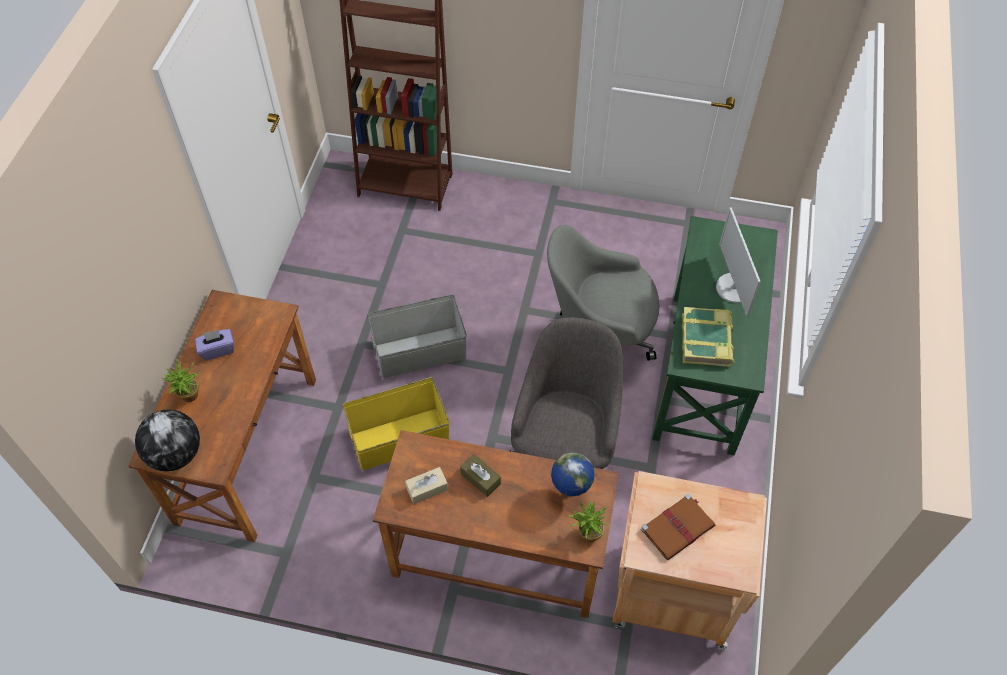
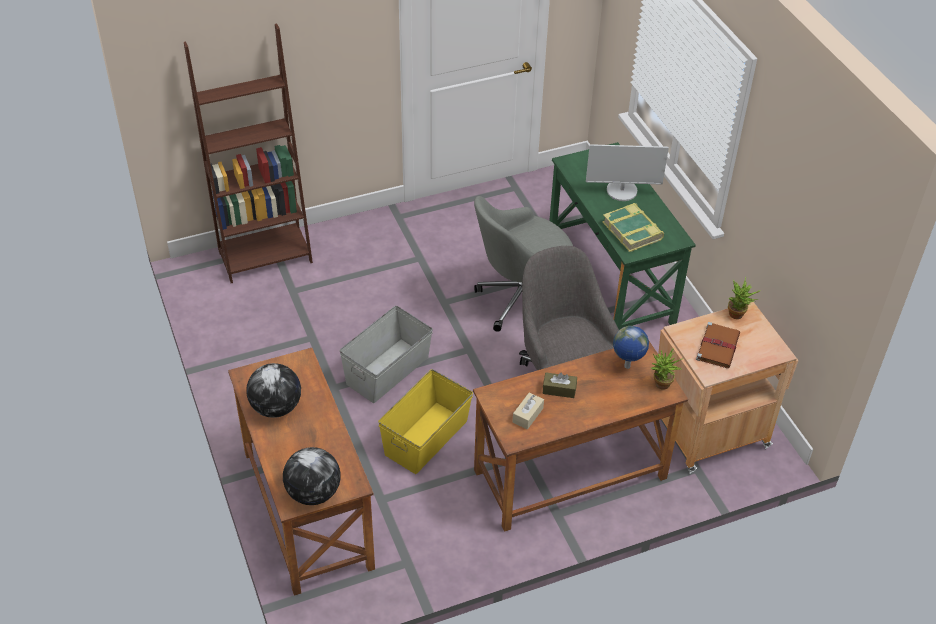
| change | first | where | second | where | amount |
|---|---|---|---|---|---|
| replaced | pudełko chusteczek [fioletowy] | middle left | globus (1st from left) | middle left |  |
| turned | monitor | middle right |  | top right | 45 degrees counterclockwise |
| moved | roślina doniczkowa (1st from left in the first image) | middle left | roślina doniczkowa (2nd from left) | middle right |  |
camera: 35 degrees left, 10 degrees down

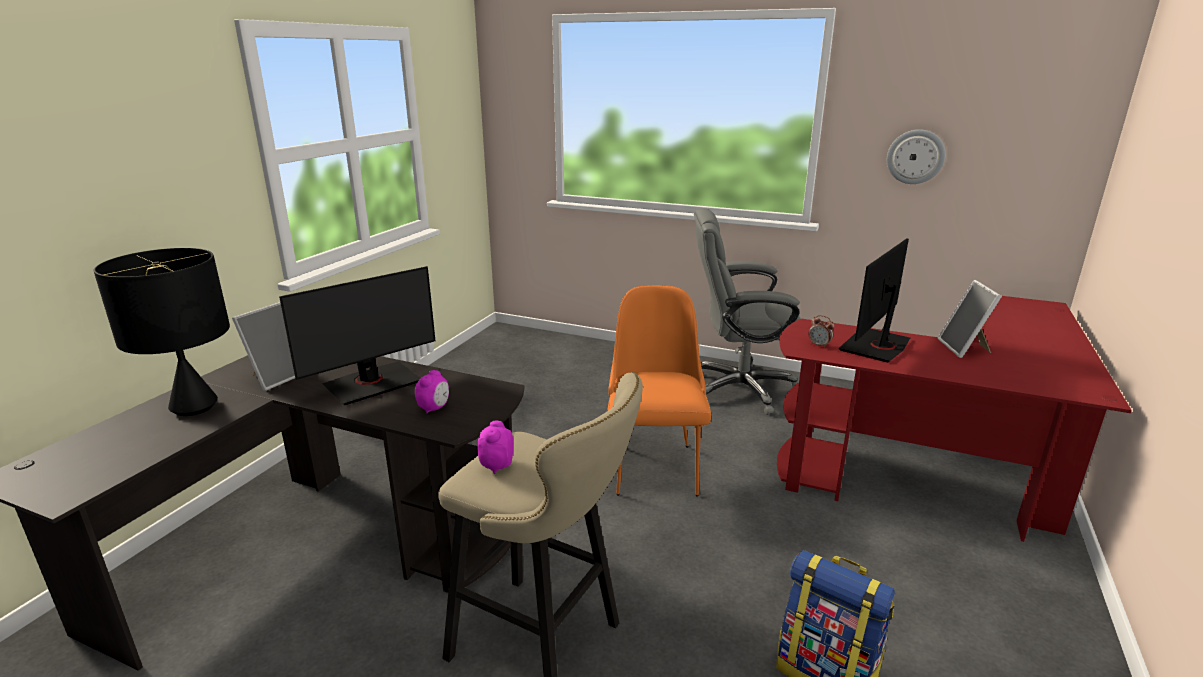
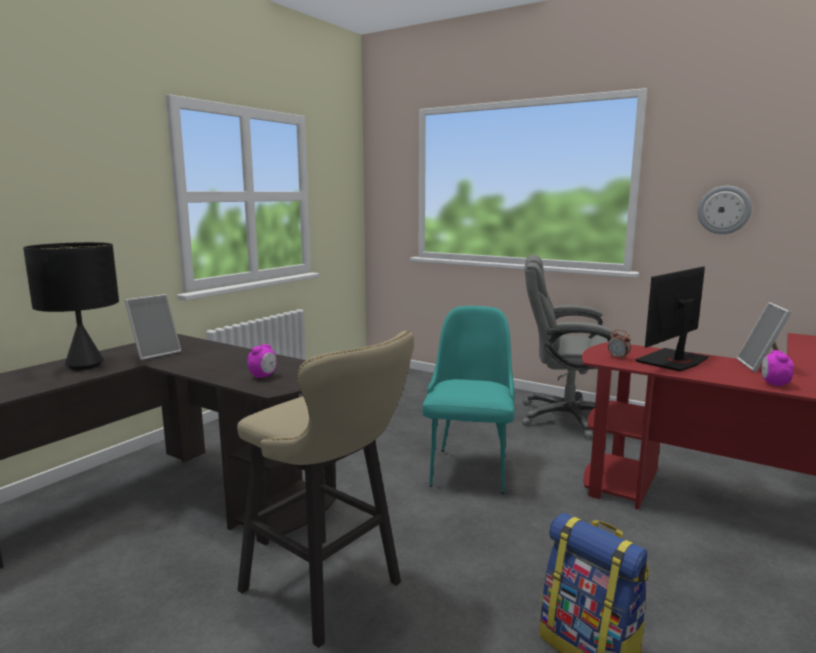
| change | first | where | second | where | amount |
|---|---|---|---|---|---|
| recoloured | krzesło [pomarańczowy] | centre | krzesło [turkusowy] | centre |  |
| moved | budzik (2nd from left in the first image) | centre | budzik (3rd from left) | middle right |  |
| removed | monitor (1st from left) | middle left |  |  |  |
camera: 10 degrees right, 10 degrees down

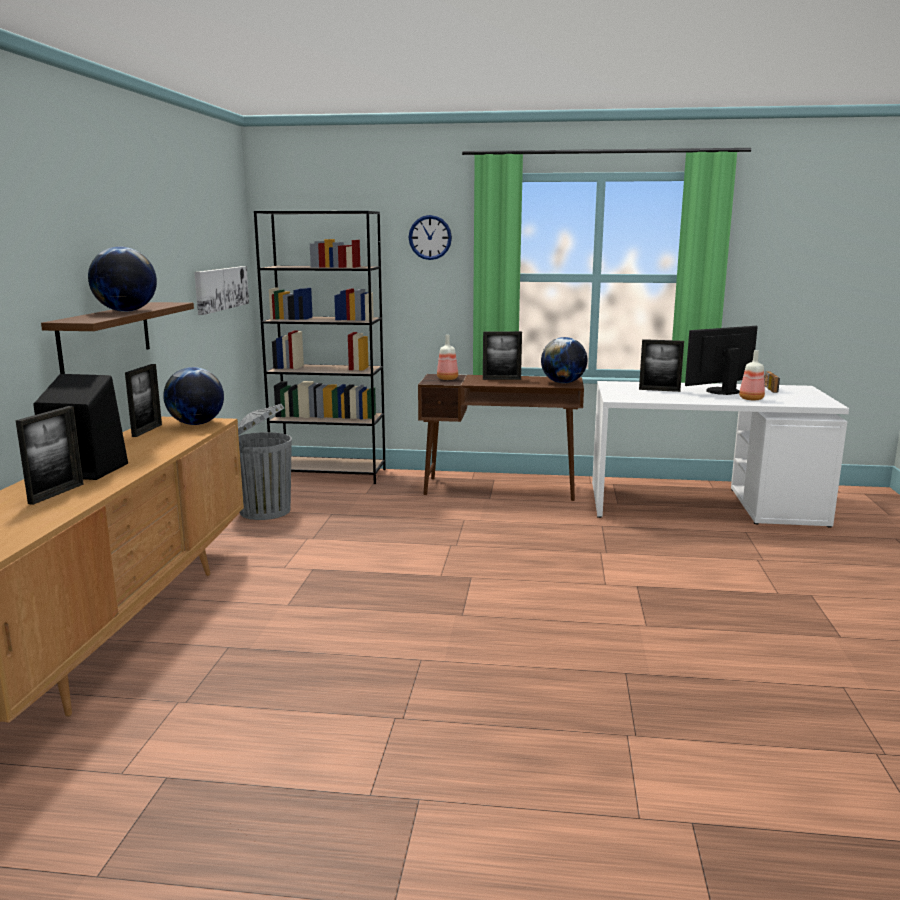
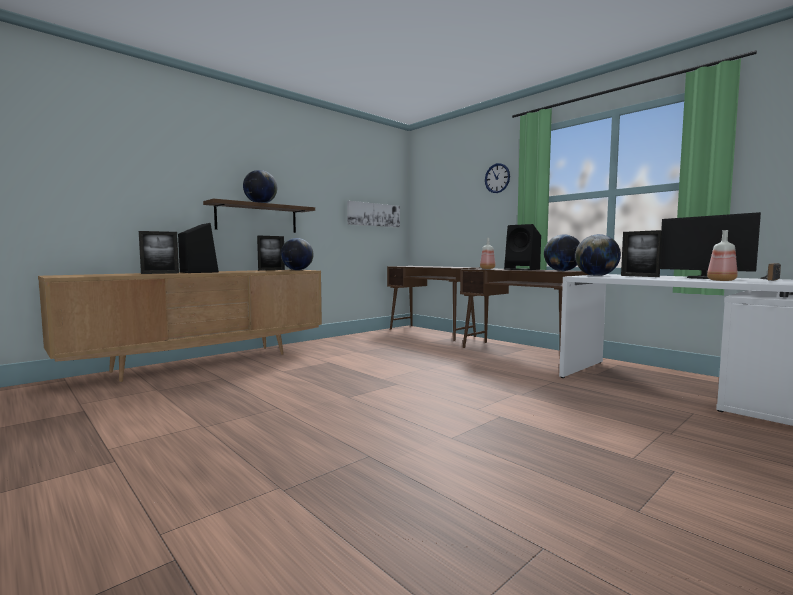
| change | first | where | second | where | amount |
|---|---|---|---|---|---|
| replaced | regał [beżowy] | centre | biurko [brązowy] (1st from left) | centre |  |
| replaced | ramka na zdjęcie (3rd from left) | centre | głośnik [czarny] (2nd from left) | centre |  |
| added |  |  | globus (4th from left) | middle right |  |
| turned | monitor | middle right |  | middle right | 135 degrees counterclockwise |
| removed | kosz na śmieci [szary] | middle left |  |  |  |
camera: 40 degrees right, 10 degrees down

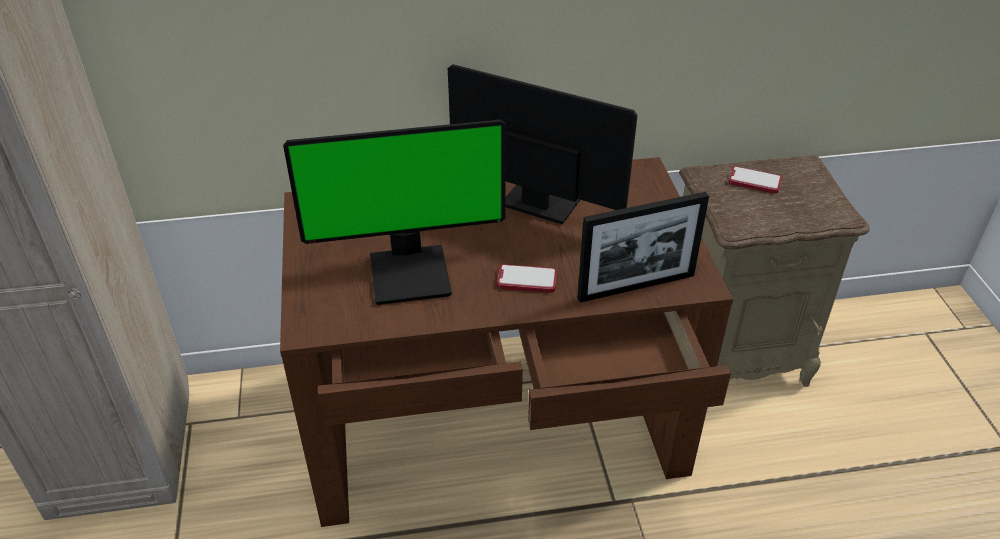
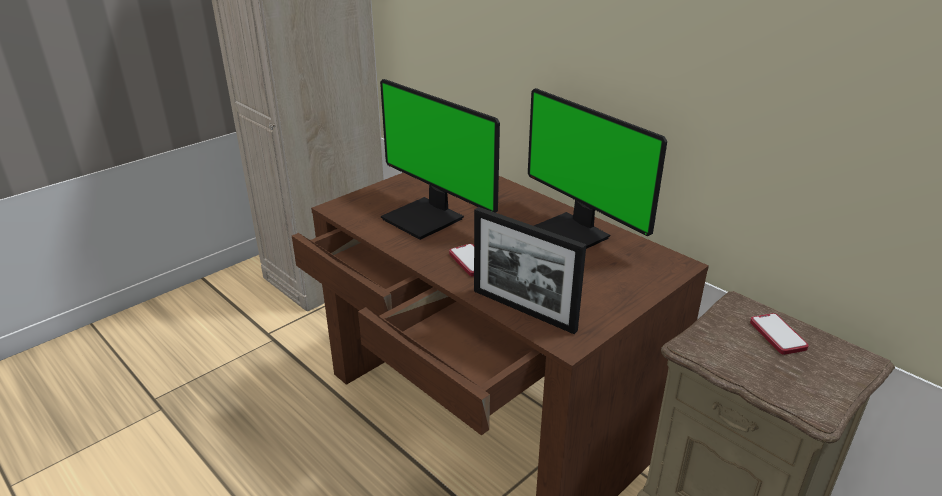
| change | first | where | second | where | amount |
|---|---|---|---|---|---|
| turned | monitor (2nd from left) | top centre |  | centre | 150 degrees clockwise |
camera: 55 degrees right, 10 degrees down

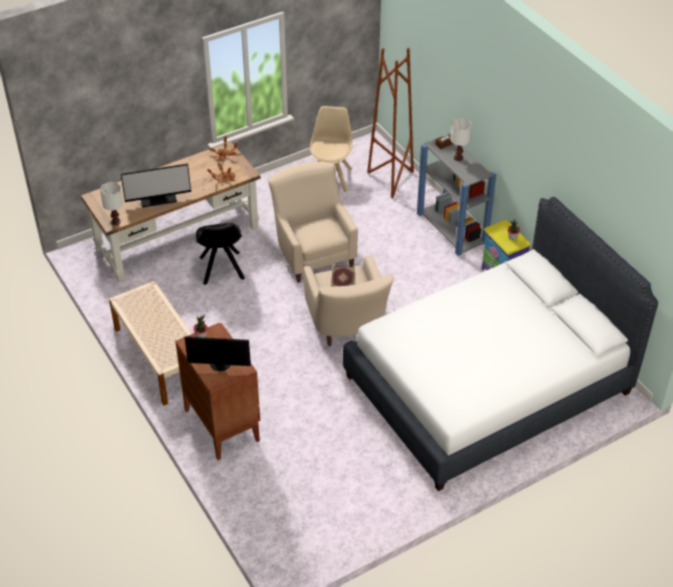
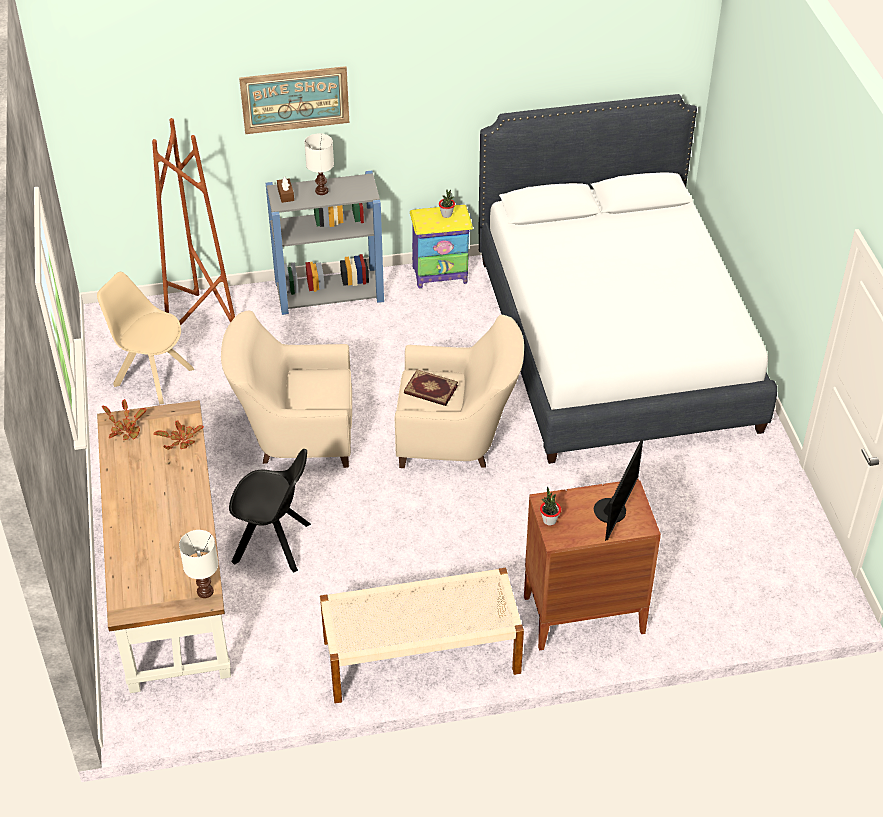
| change | first | where | second | where | amount |
|---|---|---|---|---|---|
| added |  |  | obraz | top left |  |
| removed | monitor (1st from left) | top left |  |  |  |
camera: 70 degrees left, 0 degrees up

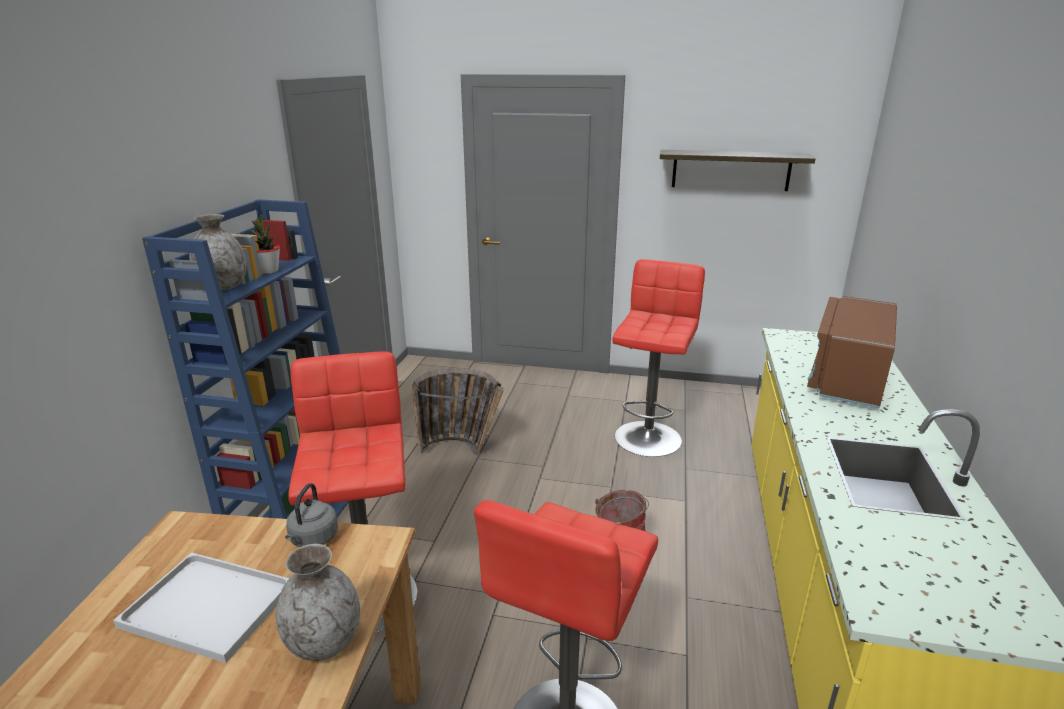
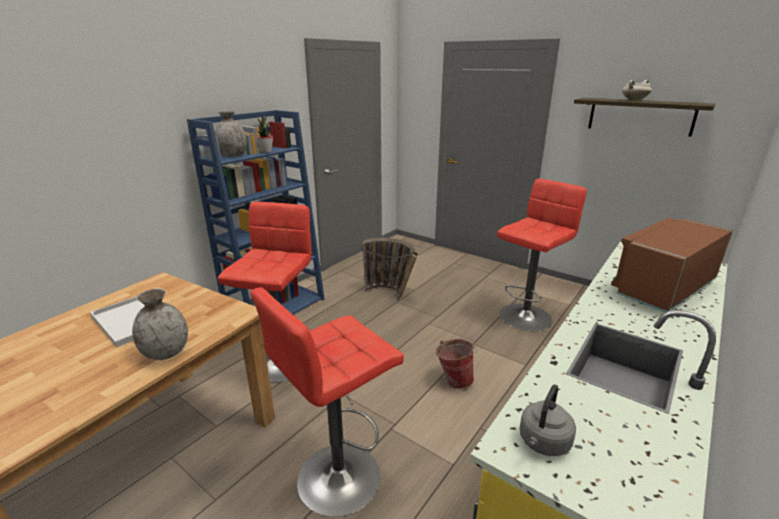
| change | first | where | second | where | amount |
|---|---|---|---|---|---|
| moved | czajnik [szary] | bottom left |  | bottom right |  |
| added |  |  | garnek [biały] | top right |  |
camera: 25 degrees right, 0 degrees up

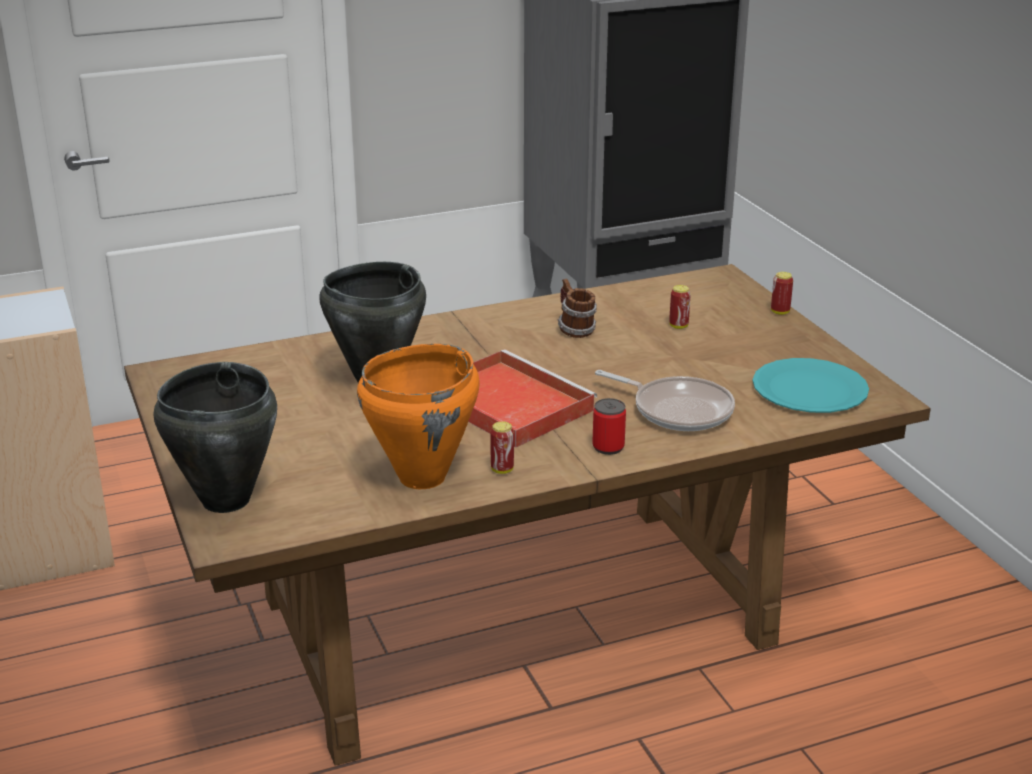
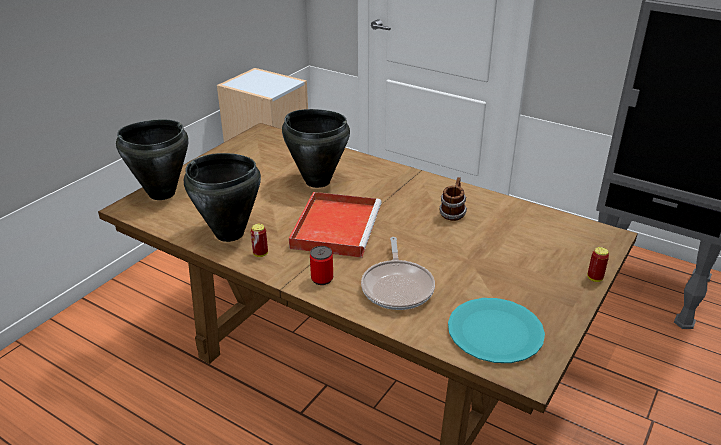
| change | first | where | second | where | amount |
|---|---|---|---|---|---|
| recoloured | garnek [pomarańczowy] | centre | garnek [czarny] (2nd from left) | middle left |  |
| removed | puszka (3rd from left) | centre |  |  |  |
camera: 55 degrees right, 5 degrees up

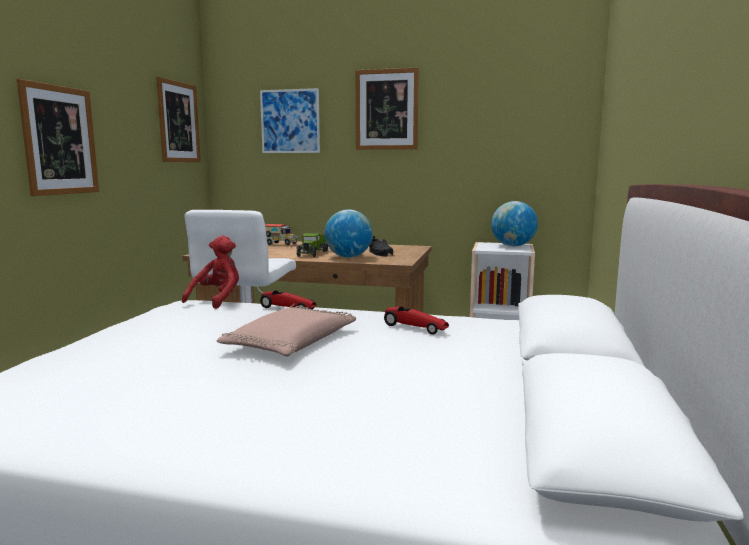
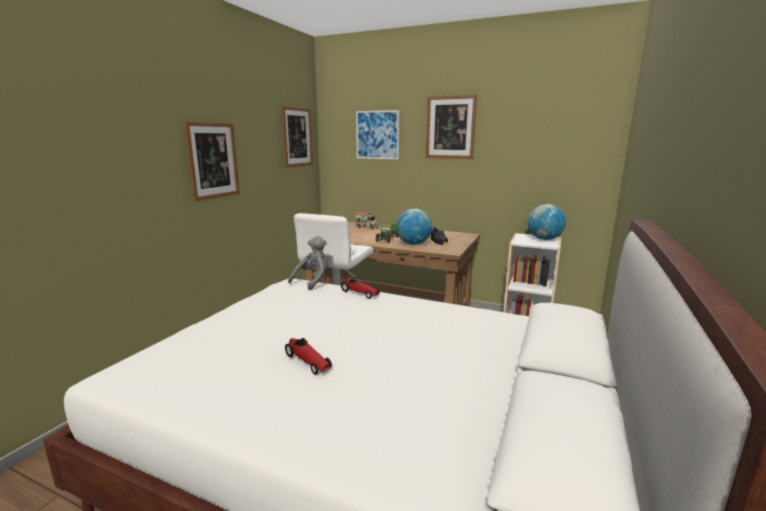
| change | first | where | second | where | amount |
|---|---|---|---|---|---|
| moved | samochodzik (2nd from left in the first image) | centre | samochodzik (1st from left) | bottom centre |  |
| recoloured | pluszak [czerwony] | middle left | pluszak [szary] | centre |  |
| removed | poduszka [beżowy] | centre |  |  |  |
camera: 10 degrees right, 5 degrees up

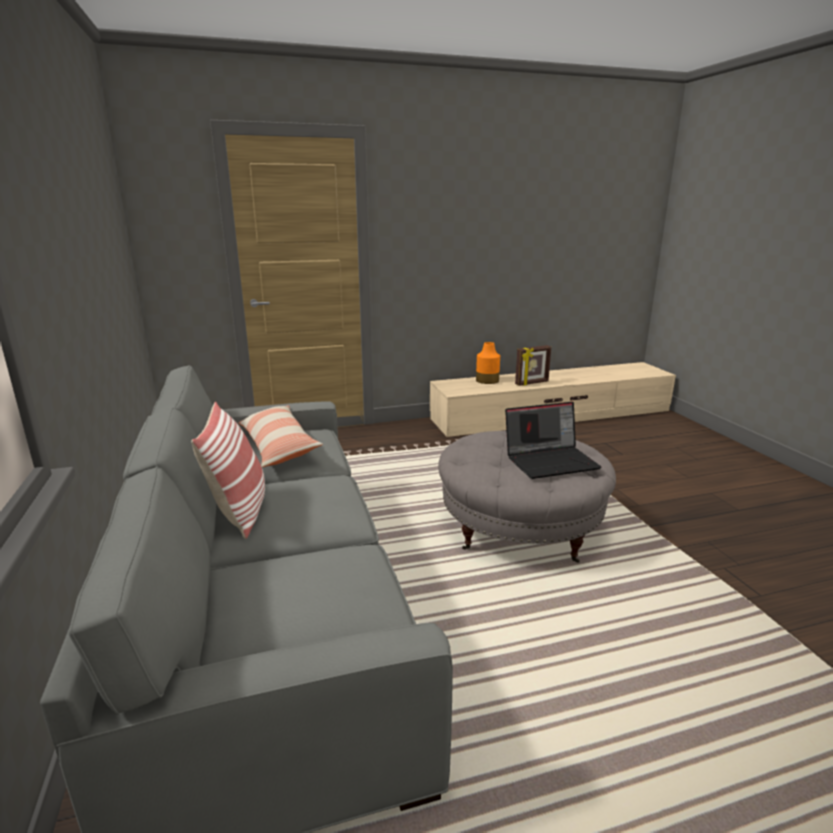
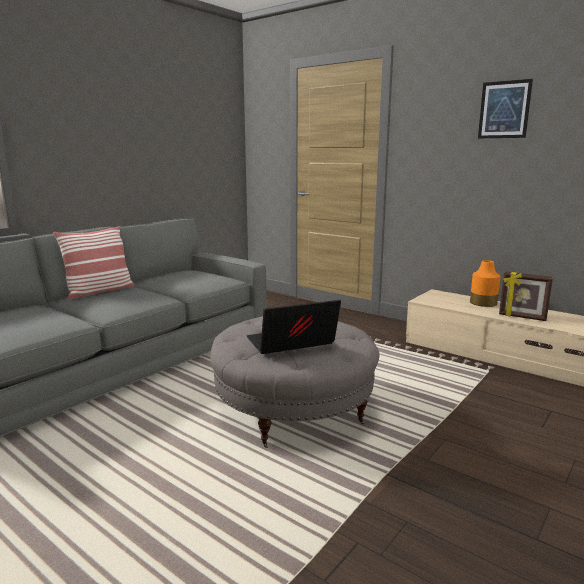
| change | first | where | second | where | amount |
|---|---|---|---|---|---|
| turned | laptop | centre |  | centre | 120 degrees clockwise |
| added |  |  | obraz | top right |  |
| removed | poduszka (2nd from left) | centre |  |  |  |
camera: 55 degrees right, 5 degrees down

